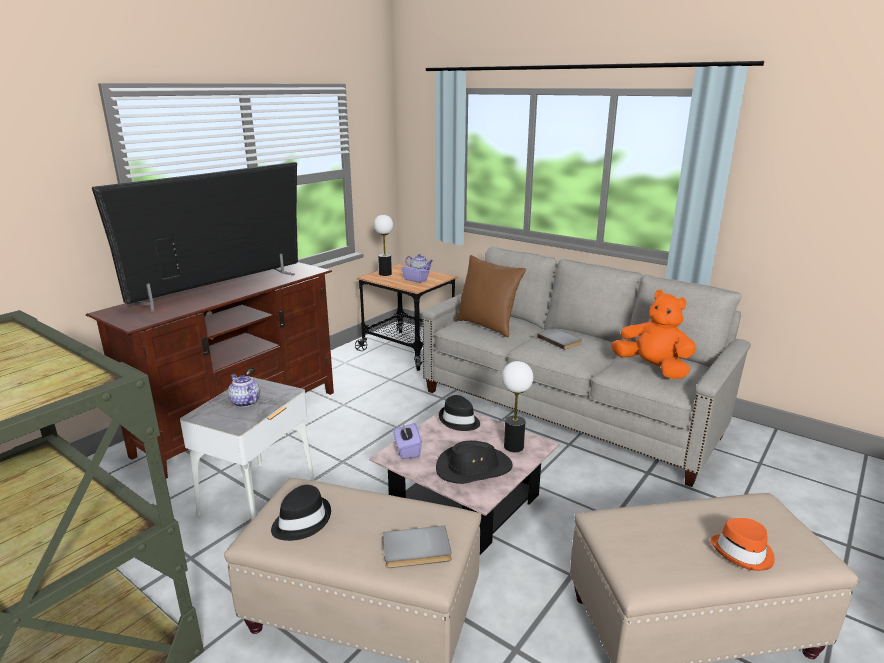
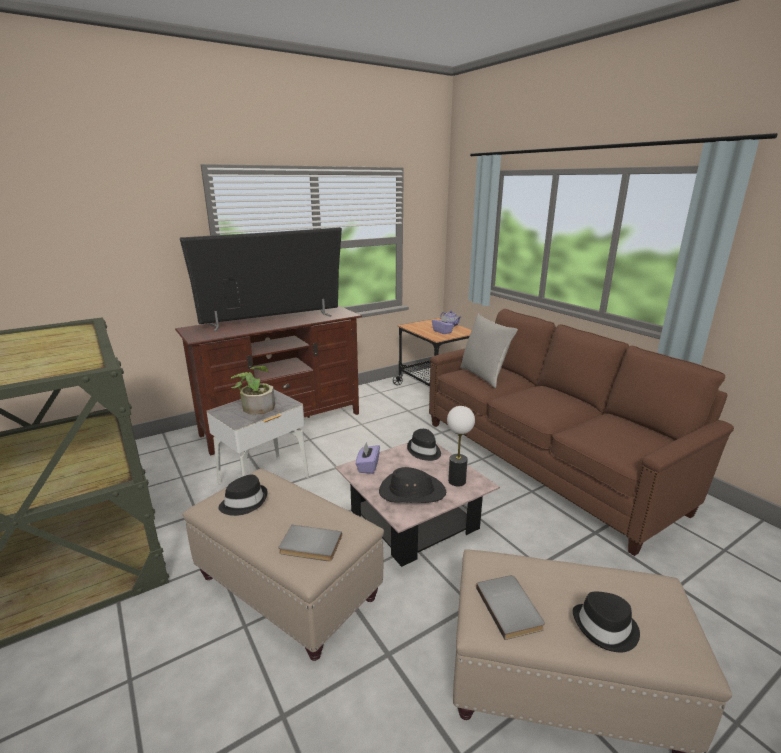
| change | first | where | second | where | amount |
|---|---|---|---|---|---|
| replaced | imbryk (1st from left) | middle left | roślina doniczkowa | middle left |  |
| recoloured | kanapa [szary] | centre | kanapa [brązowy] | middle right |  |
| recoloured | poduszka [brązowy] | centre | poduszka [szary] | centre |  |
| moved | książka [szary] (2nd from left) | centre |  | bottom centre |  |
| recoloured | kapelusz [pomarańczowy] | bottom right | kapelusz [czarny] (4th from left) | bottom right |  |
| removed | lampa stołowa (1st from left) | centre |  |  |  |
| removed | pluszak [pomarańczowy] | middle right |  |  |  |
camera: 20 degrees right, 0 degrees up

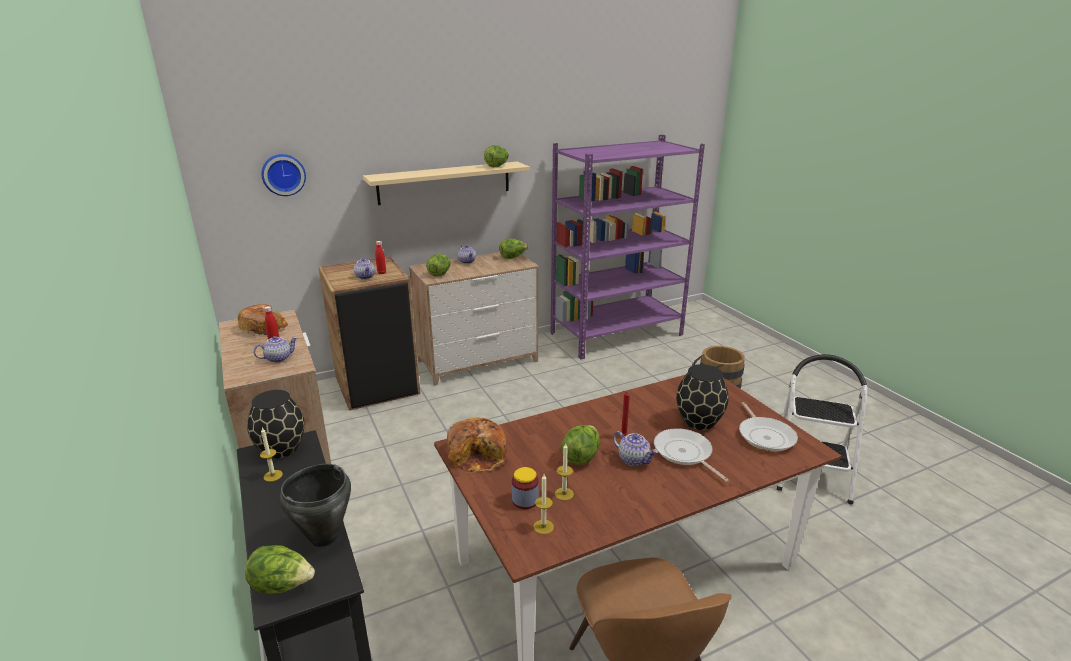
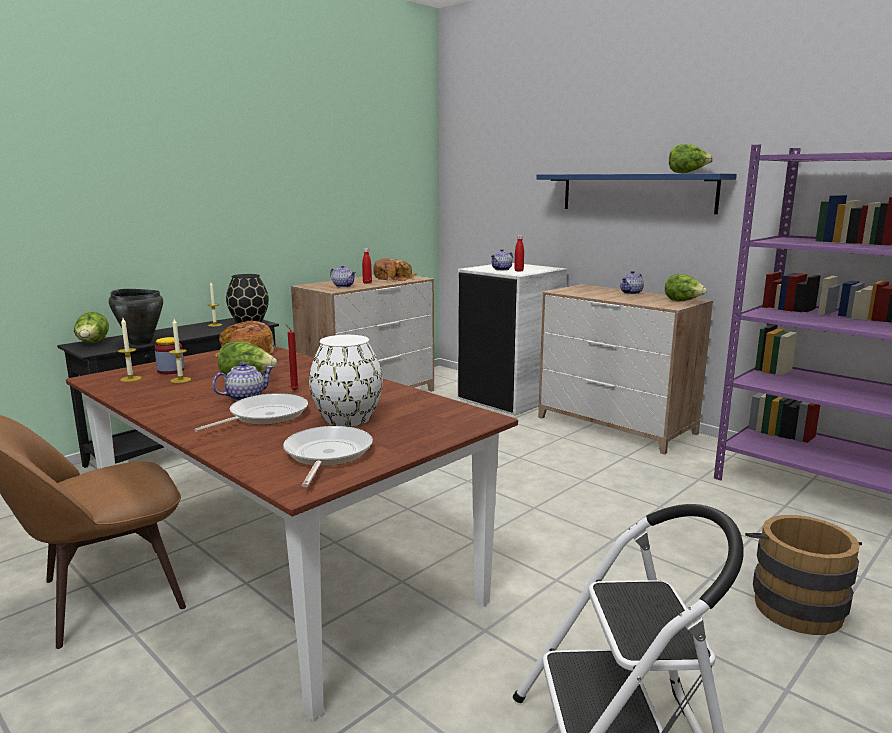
| change | first | where | second | where | amount |
|---|---|---|---|---|---|
| turned | imbryk (4th from left in the first image) | bottom centre | imbryk (1st from left) | middle left | 150 degrees counterclockwise |
| turned | patelnia (2nd from left) | middle right |  | centre | 120 degrees clockwise |
| recoloured | wazon [czarny] (2nd from left) | centre | wazon [biały] | centre |  |
| recoloured | szafka [brązowy] | centre | szafka [biały] | centre |  |
| recoloured | półka [beżowy] | top centre | półka [niebieski] | top right |  |
| removed | zegar ścienny | top left |  |  |  |
| removed | sałata (2nd from left) | centre |  |  |  |
camera: 70 degrees right, 10 degrees down

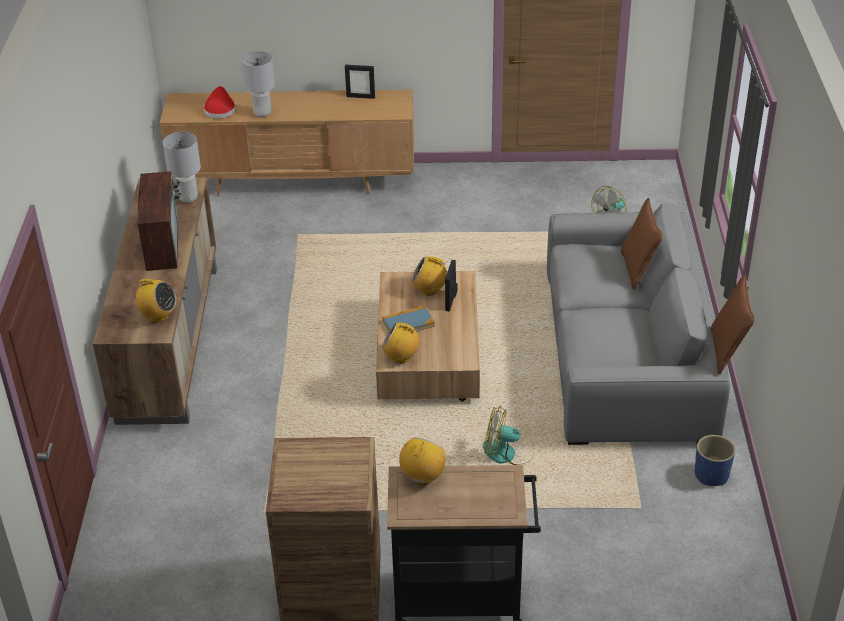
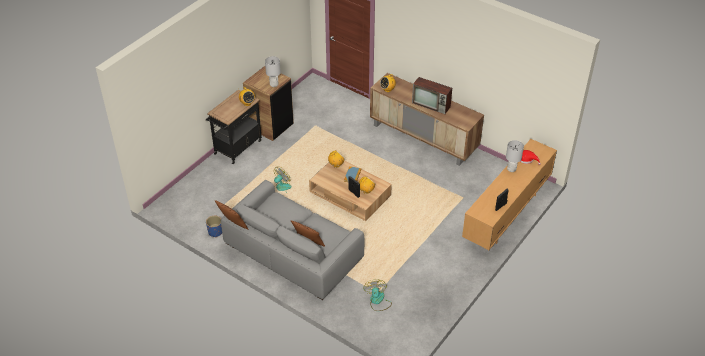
| change | first | where | second | where | amount |
|---|---|---|---|---|---|
| moved | lampa stołowa [szary] (1st from left) | top left |  | top centre |  |
camera: 125 degrees right, 5 degrees up

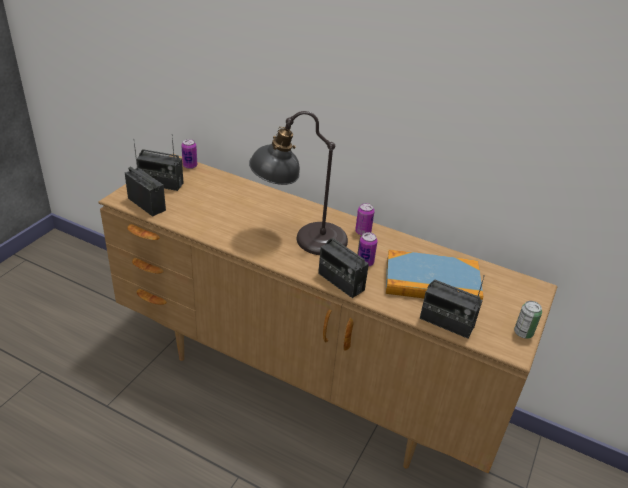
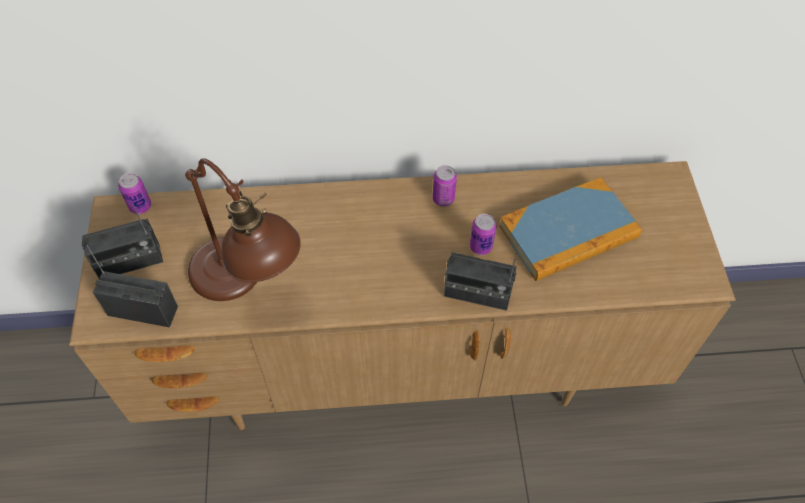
| change | first | where | second | where | amount |
|---|---|---|---|---|---|
| added |  |  | lampa stołowa [brązowy] | middle left |  |
| removed | lampa stołowa [szary] | centre |  |  |  |
| removed | radio (4th from left) | middle right |  |  |  |
| removed | puszka (4th from left) | middle right |  |  |  |
camera: 30 degrees left, 20 degrees up

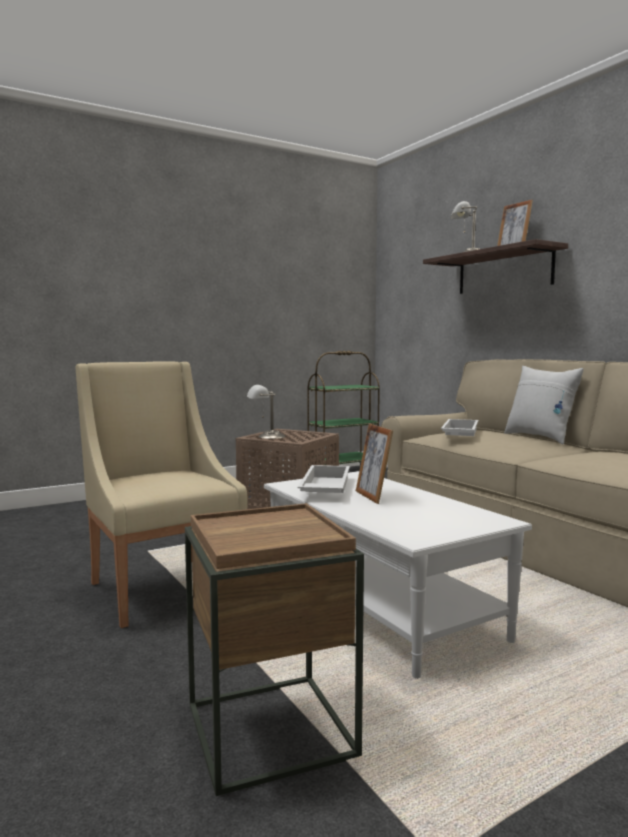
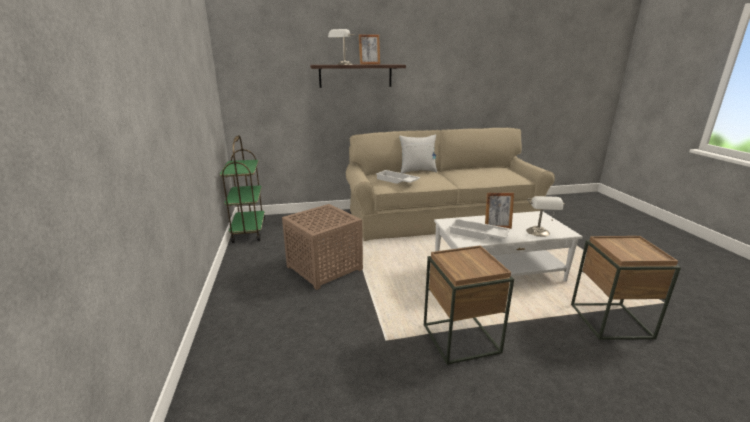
| change | first | where | second | where | amount |
|---|---|---|---|---|---|
| replaced | fotel [beżowy] | middle left | stolik [brązowy] (2nd from left) | bottom centre |  |
| moved | lampa stołowa [biały] (1st from left in the first image) | centre | lampa stołowa [biały] (2nd from left) | middle right |  |
camera: 70 degrees left, 15 degrees up

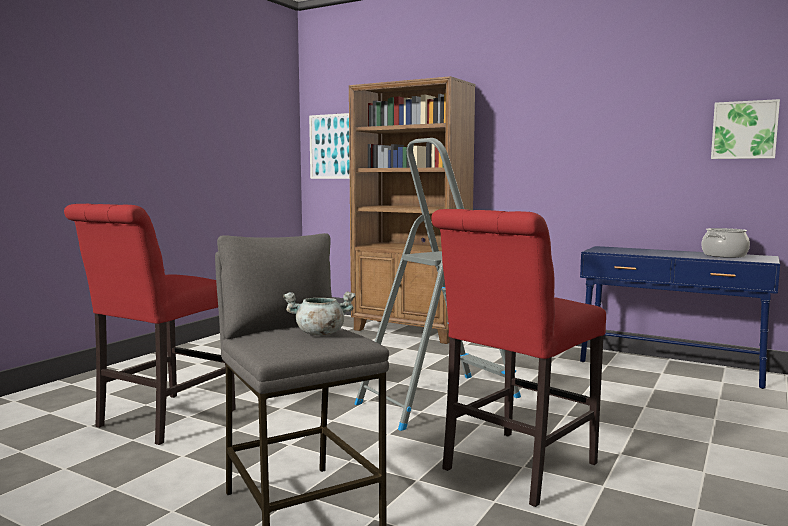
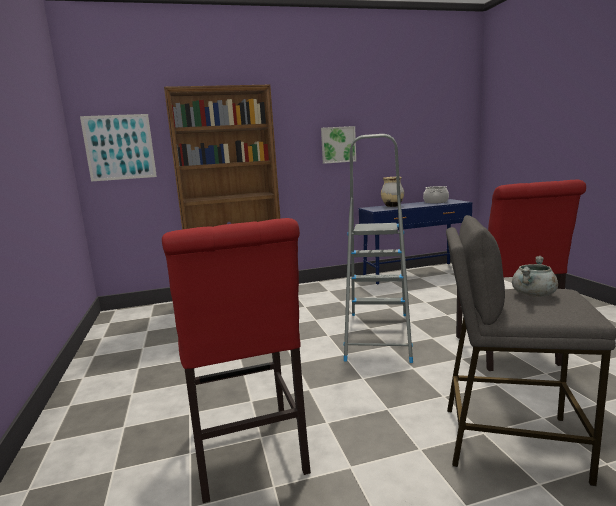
| change | first | where | second | where | amount |
|---|---|---|---|---|---|
| moved | obraz (2nd from left) | top right |  | top centre |  |
| added |  |  | wazon [beżowy] | centre |  |
camera: 45 degrees left, 5 degrees up

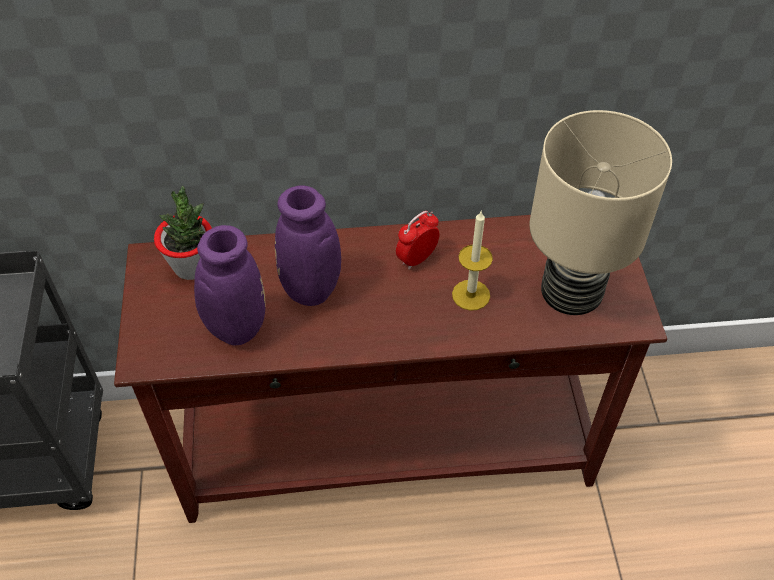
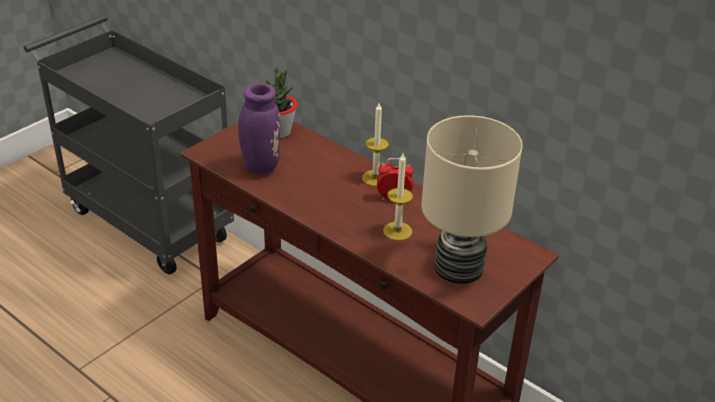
| change | first | where | second | where | amount |
|---|---|---|---|---|---|
| added |  |  | świeca (1st from left) | centre |  |
| removed | wazon [fioletowy] (2nd from left) | centre |  |  |  |
camera: 45 degrees right, 15 degrees down

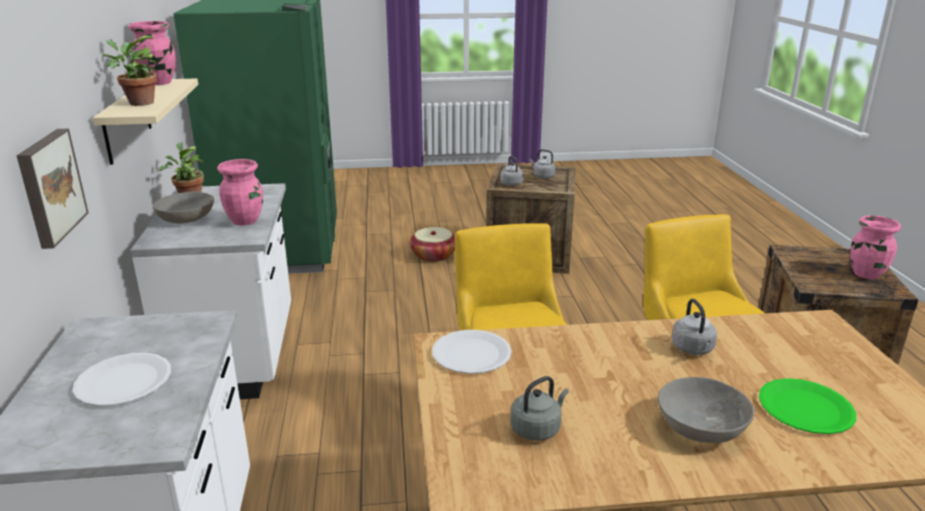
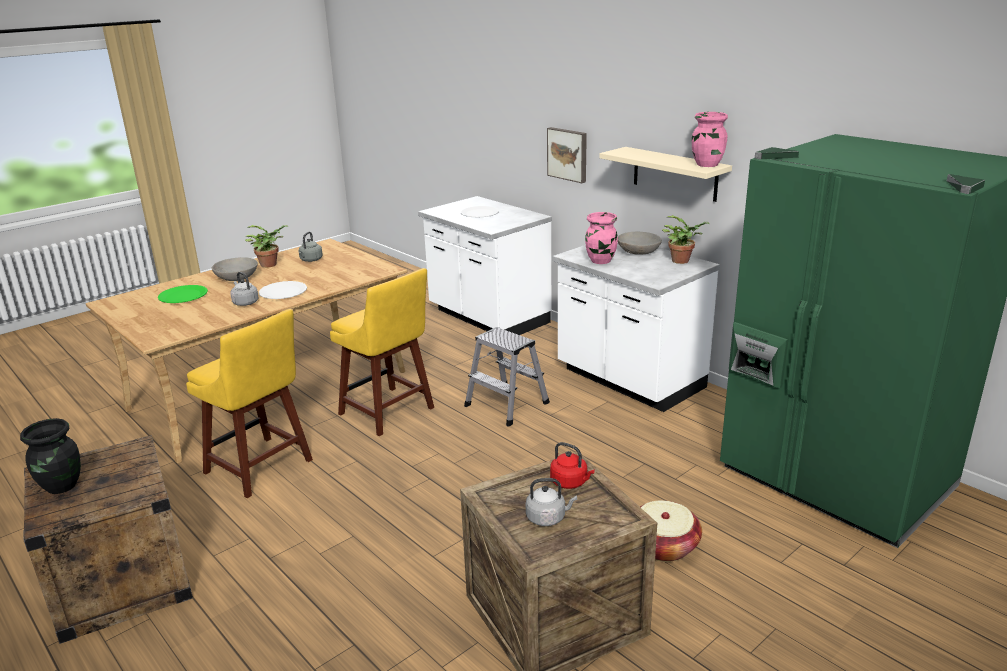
| change | first | where | second | where | amount |
|---|---|---|---|---|---|
| recoloured | wazon [różowy] (3rd from left) | middle right | wazon [czarny] | bottom left |  |
| moved | roślina doniczkowa (1st from left) | top left |  | middle left |  |
| moved | talerz [biały] (2nd from left in the first image) | bottom centre | talerz [biały] (1st from left) | middle left |  |
| added |  |  | drabinka [szary] | centre |  |
| recoloured | czajnik [szary] (1st from left) | centre | czajnik [czerwony] | bottom centre |  |
camera: 145 degrees right, 0 degrees up

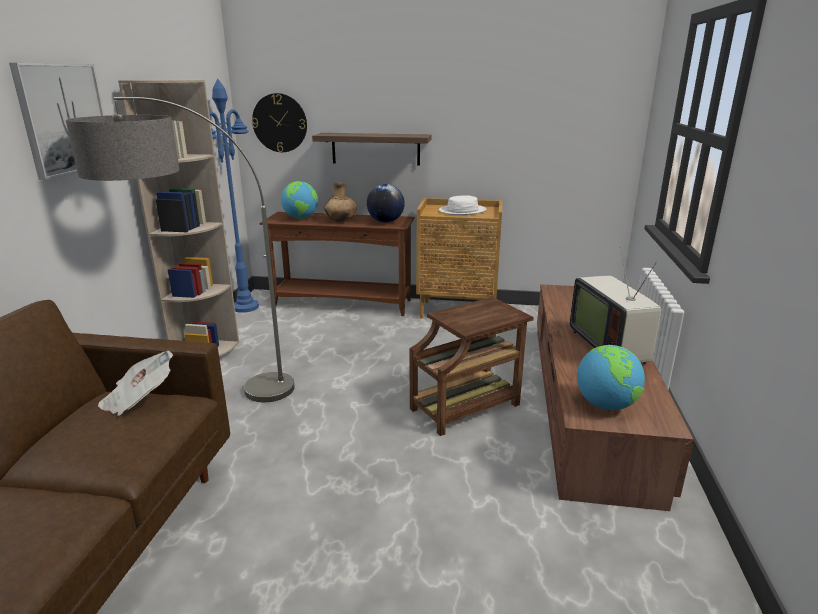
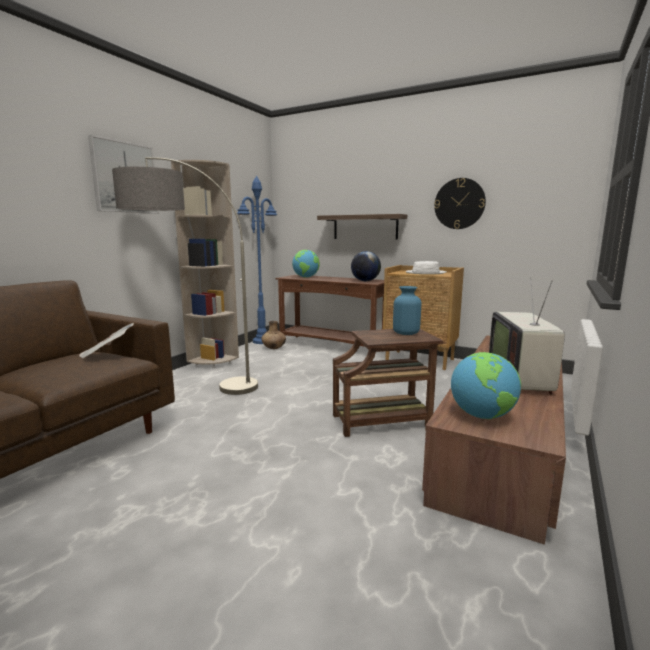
| change | first | where | second | where | amount |
|---|---|---|---|---|---|
| moved | wazon [brązowy] | top centre |  | centre |  |
| added |  |  | wazon [niebieski] | centre |  |
| moved | zegar ścienny | top centre |  | top right |  |
camera: 20 degrees right, 10 degrees down

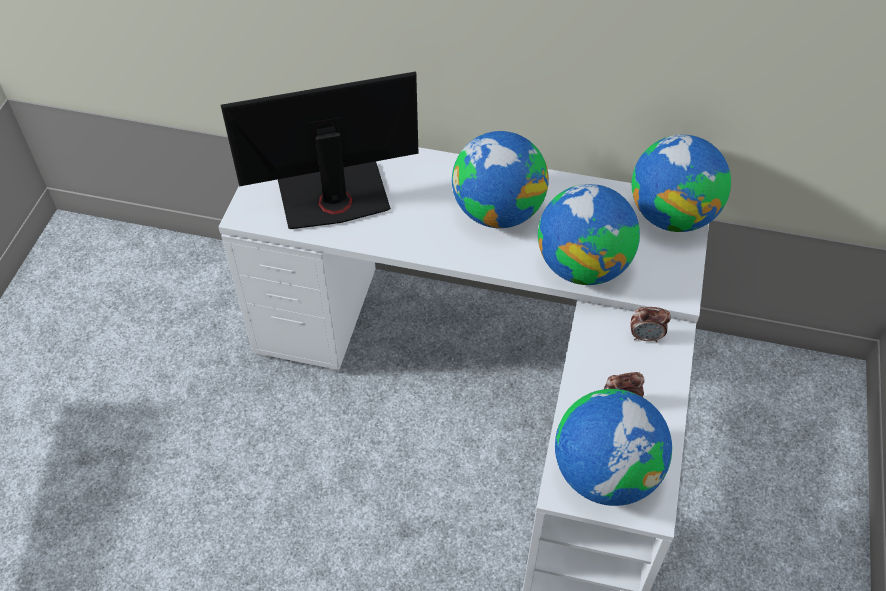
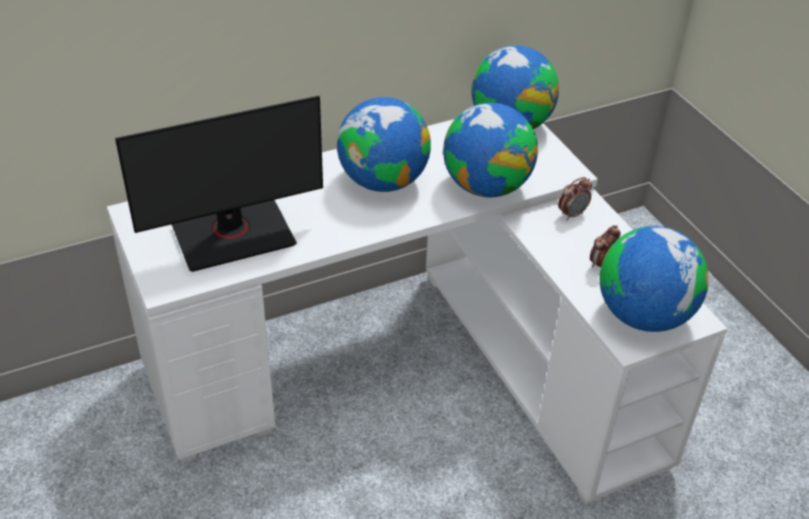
| change | first | where | second | where | amount |
|---|---|---|---|---|---|
| turned | monitor | top centre |  | middle left | 150 degrees counterclockwise |
camera: 40 degrees left, 10 degrees down

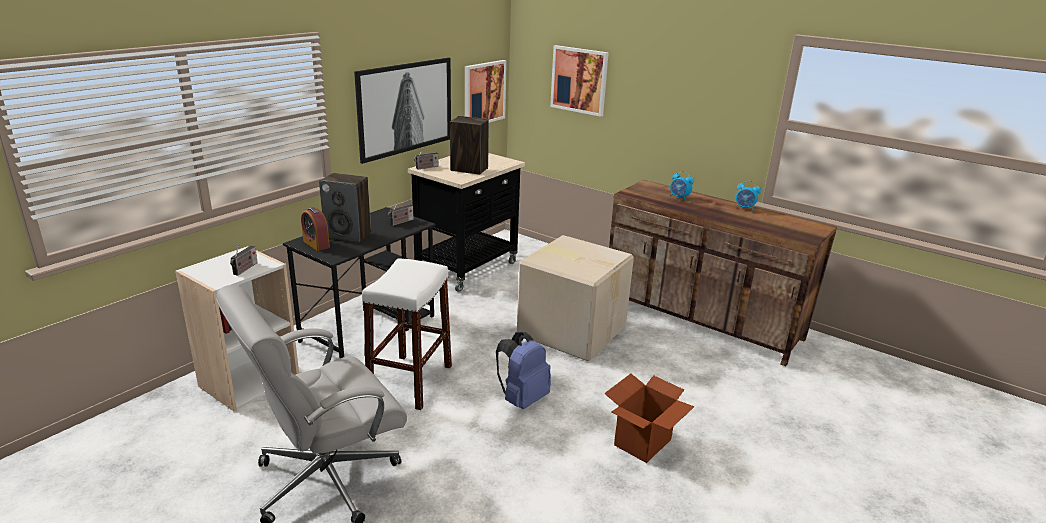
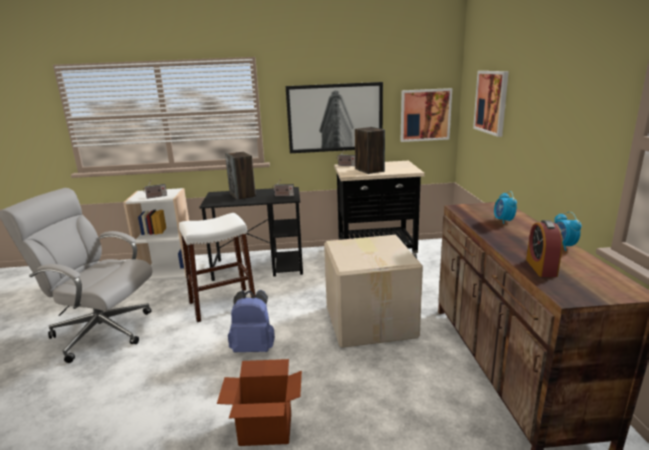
| change | first | where | second | where | amount |
|---|---|---|---|---|---|
| moved | budzik (1st from left in the first image) | middle left | budzik (2nd from left) | middle right |  |
camera: 50 degrees right, 5 degrees down

